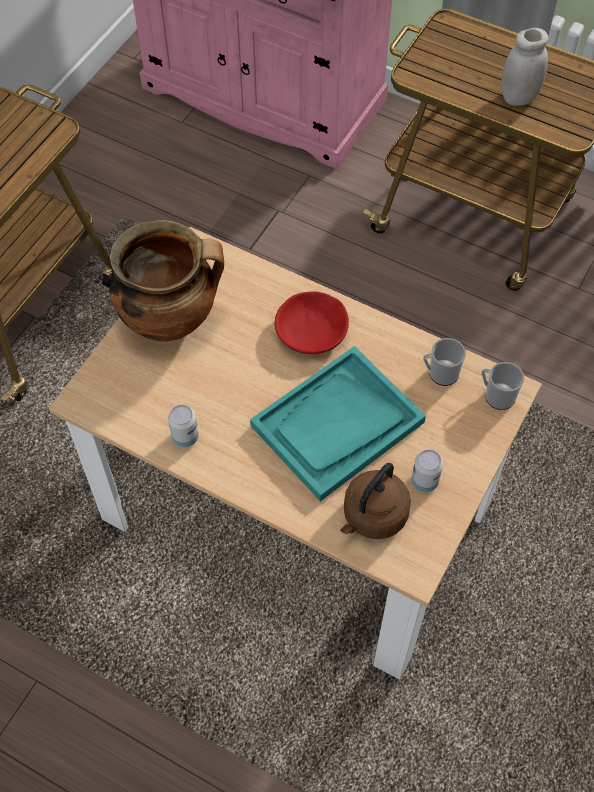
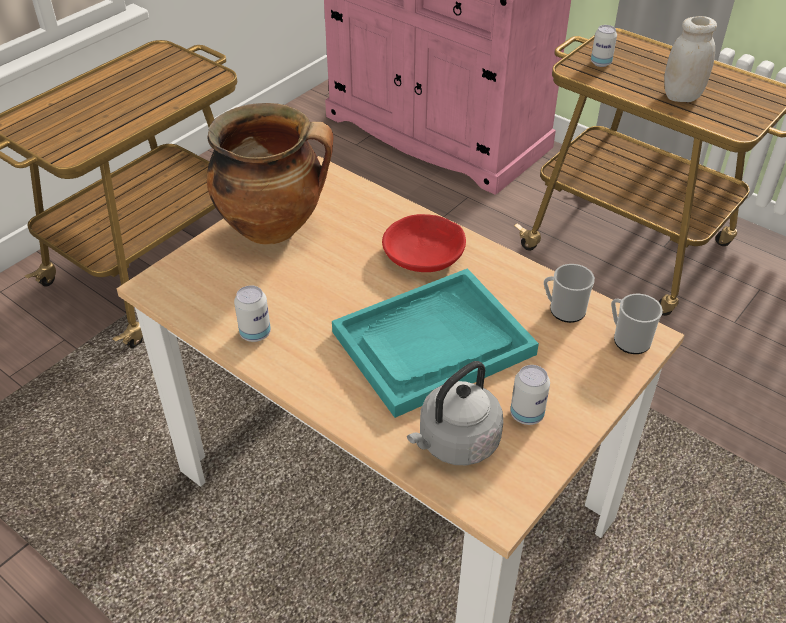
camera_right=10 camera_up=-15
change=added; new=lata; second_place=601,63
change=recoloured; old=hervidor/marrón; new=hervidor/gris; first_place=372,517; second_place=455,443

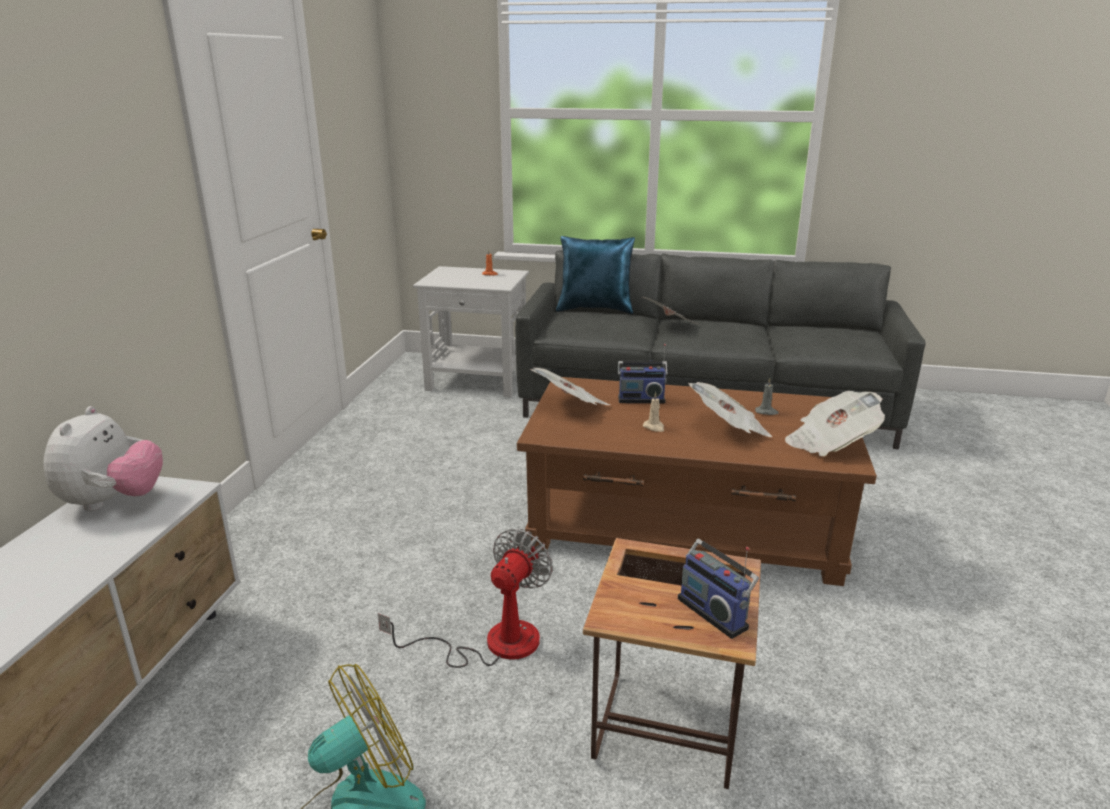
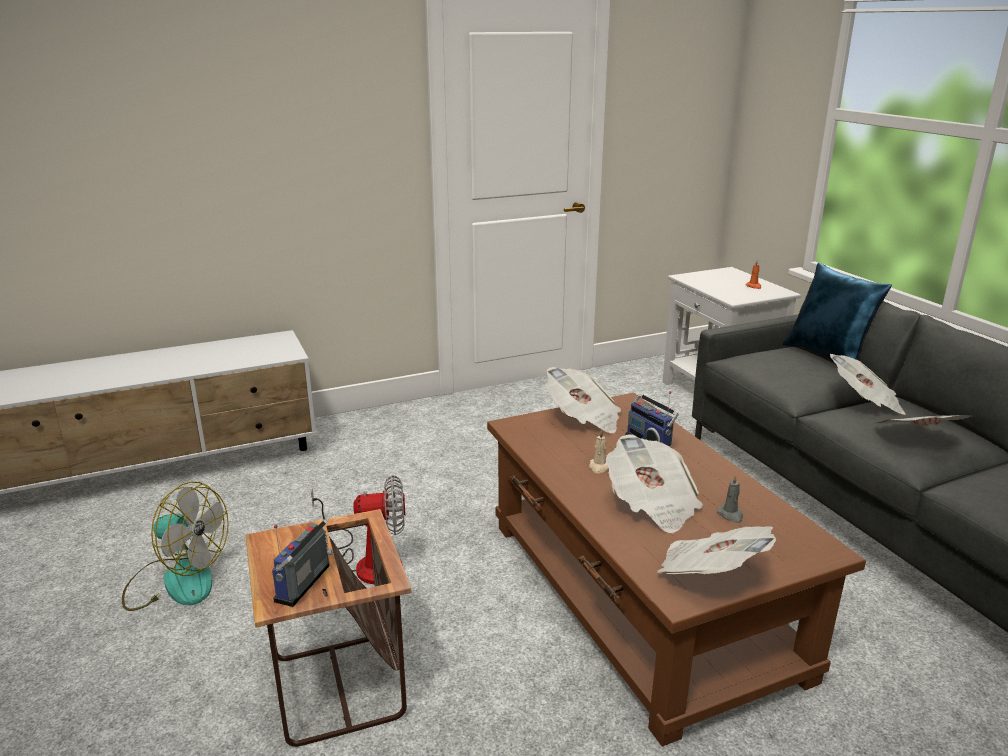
camera_right=55 camera_up=0
change=removed; old=peluche; first_place=113,502
change=added; new=periódico; second_place=916,439

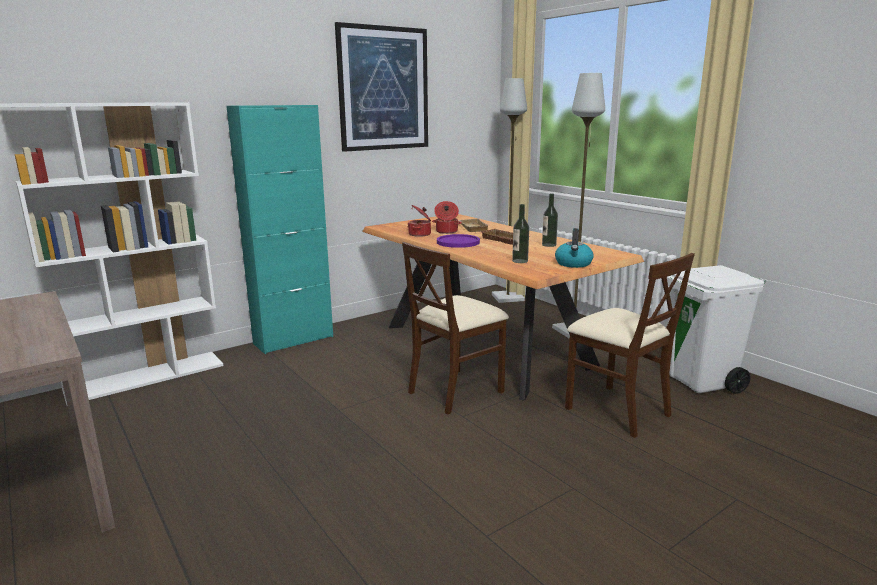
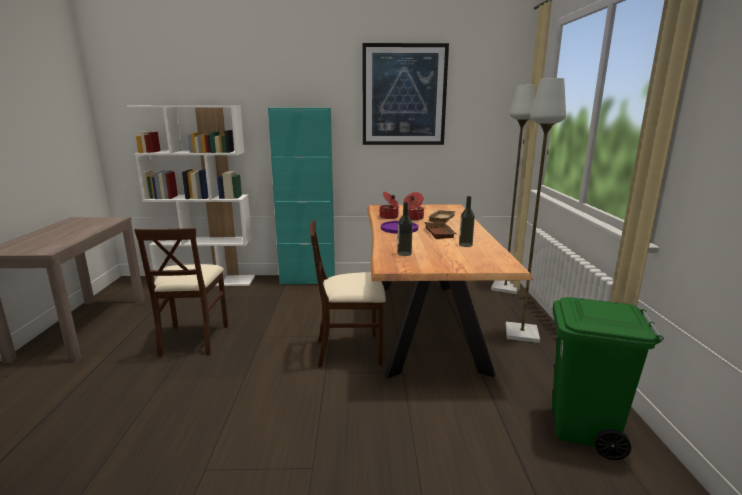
camera_right=35 camera_up=0
change=removed; old=hervidor; first_place=573,264
change=moved; old=silla/beis; first_place=617,410; second_place=193,340
change=recoloured; old=papelera/blanco; new=papelera/verde; first_place=701,382; second_place=584,429

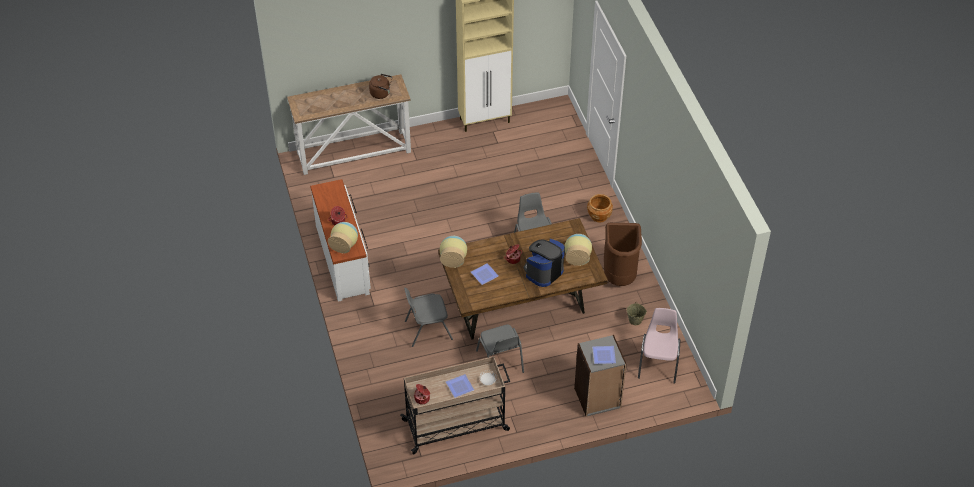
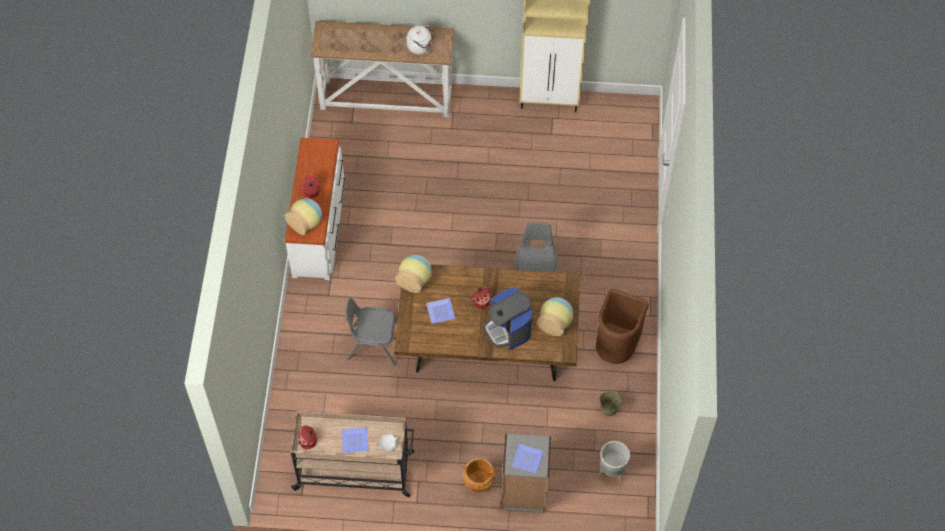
camera_right=20 camera_up=10
change=removed; old=silla/gris; first_place=500,362
change=moved; old=maceta/marrón; first_place=599,216; second_place=479,482
change=replaced; old=silla/rosa; new=maceta/gris; first_place=658,363; second_place=612,472
change=recoloured; old=hervidor/marrón; new=hervidor/blanco; first_place=381,93; second_place=421,47
change=turned; old=cafetera; first_place=543,272; second_place=508,329; degrees=-90

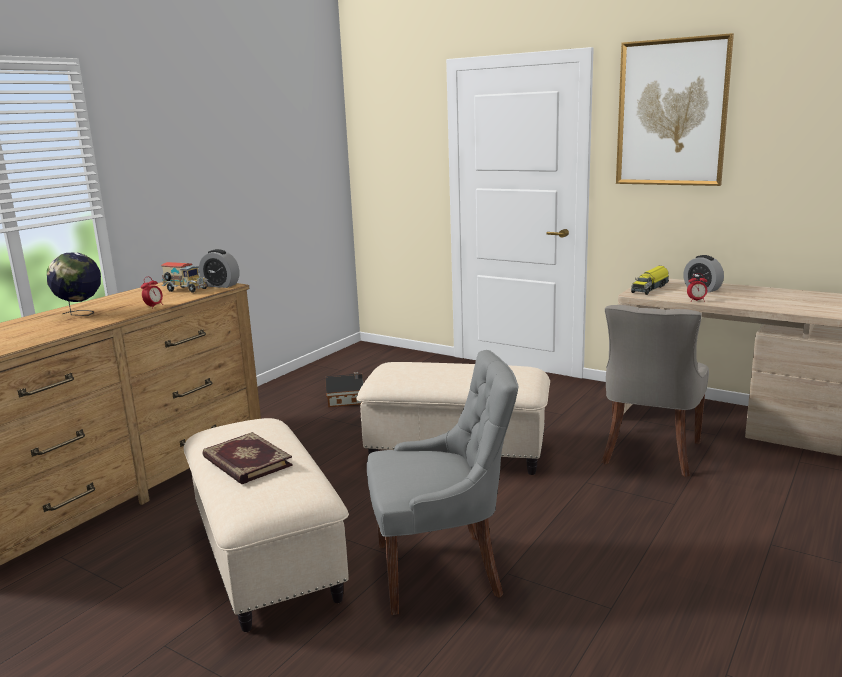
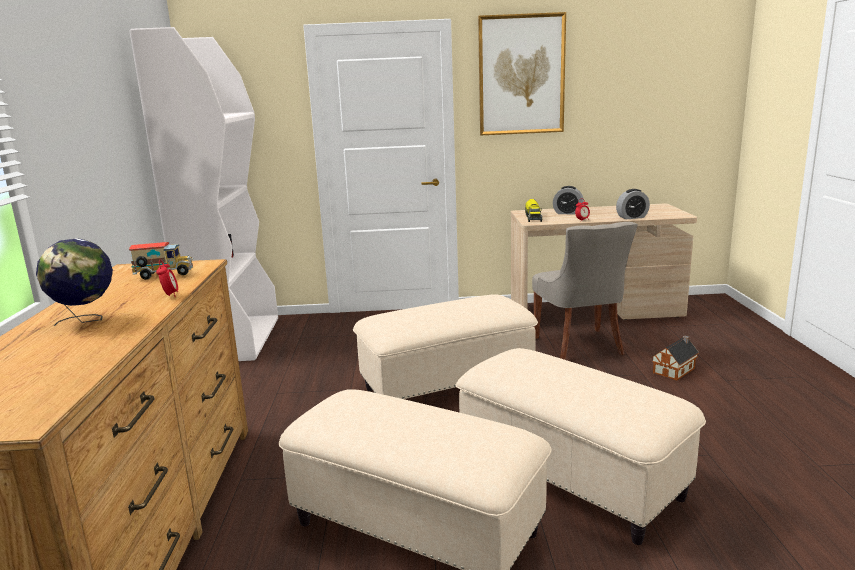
camera_right=-35 camera_up=0
change=removed; old=libro; first_place=246,462
change=added; new=estantería/blanco; second_place=235,339
change=moved; old=despertador; first_place=221,285; second_place=632,217
change=moved; old=casita; first_place=347,401; second_place=675,370
change=replaced; old=silla/gris; new=puf/beis; first_place=441,570; second_place=571,477

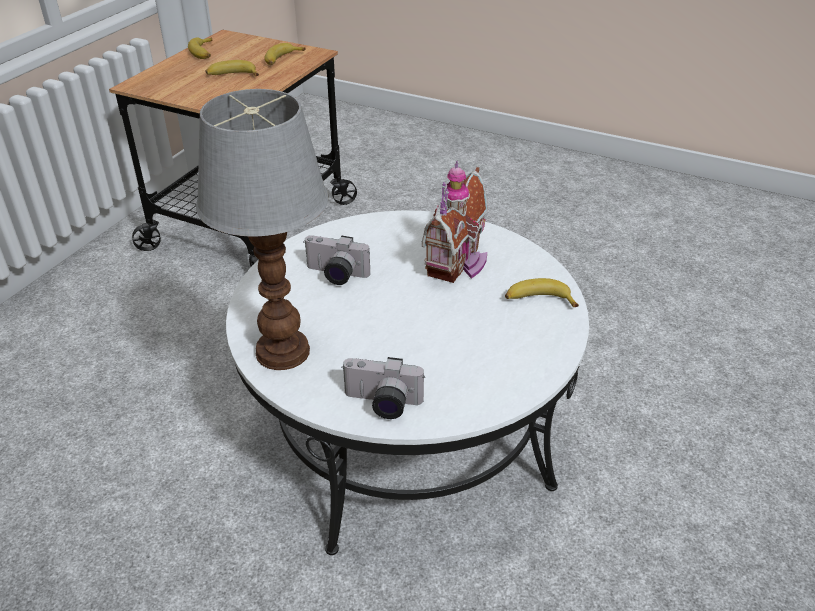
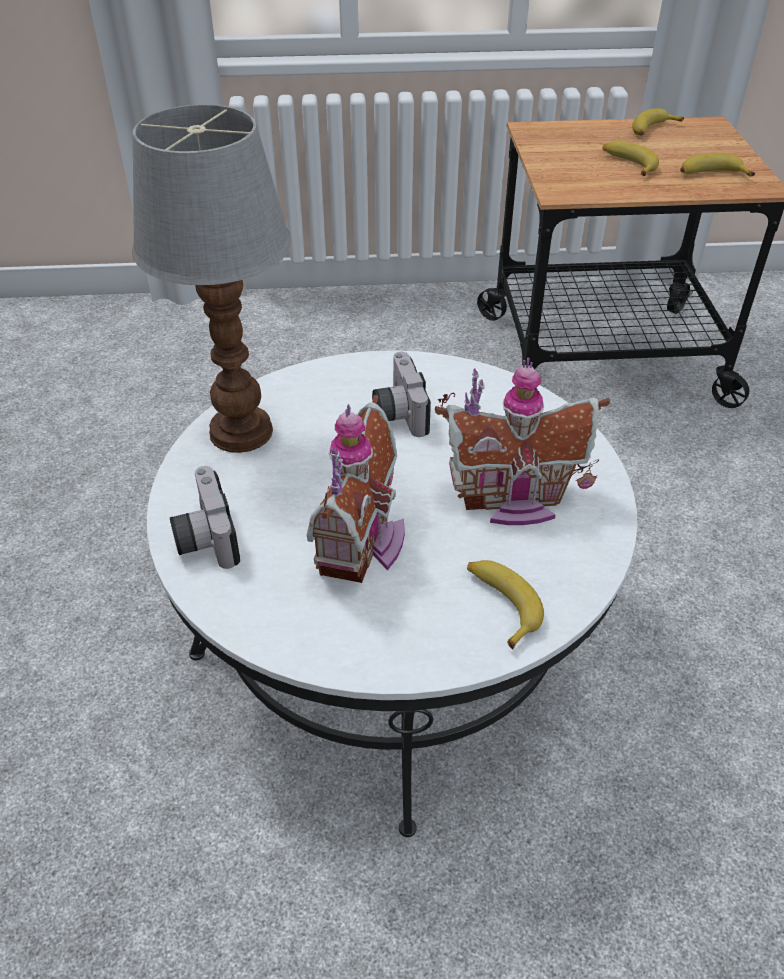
camera_right=60 camera_up=5
change=added; new=casita; second_place=365,543

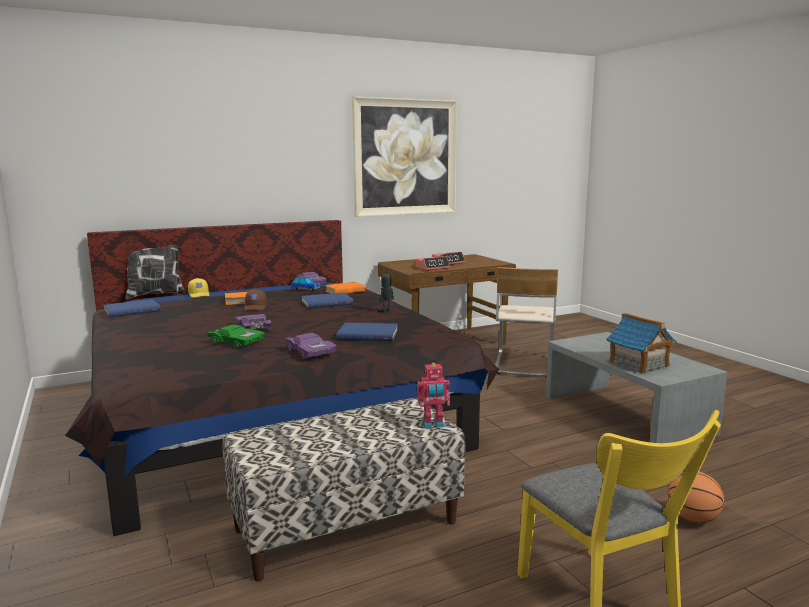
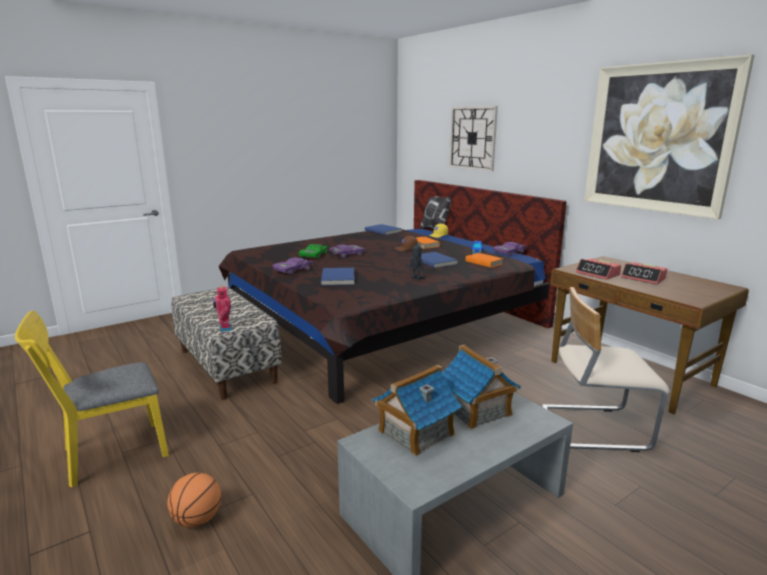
camera_right=80 camera_up=5
change=added; new=casita; second_place=476,410
change=added; new=reloj de pared; second_place=473,138

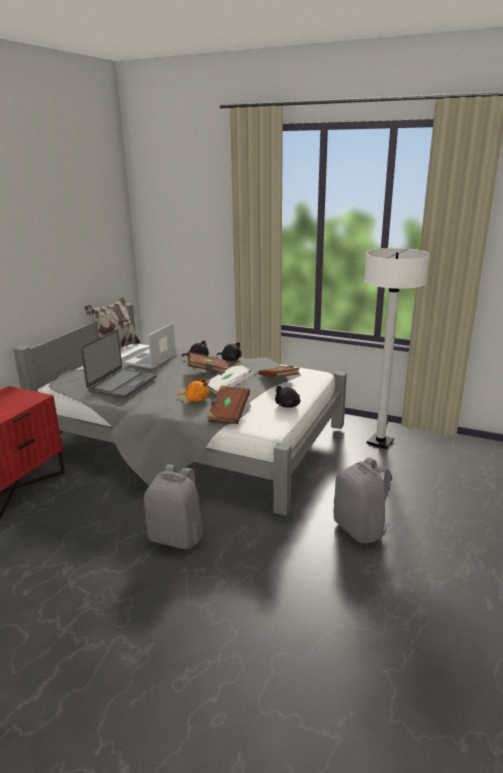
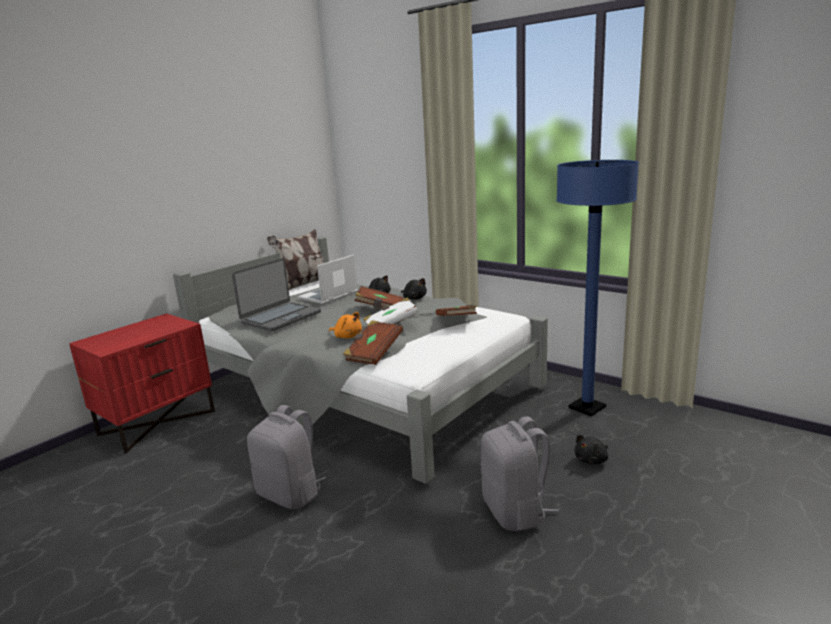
camera_right=15 camera_up=-5
change=moved; old=peluche/negro; first_place=288,405; second_place=592,460
change=recoloured; old=lámpara de pie/blanco; new=lámpara de pie/azul; first_place=380,442; second_place=587,407

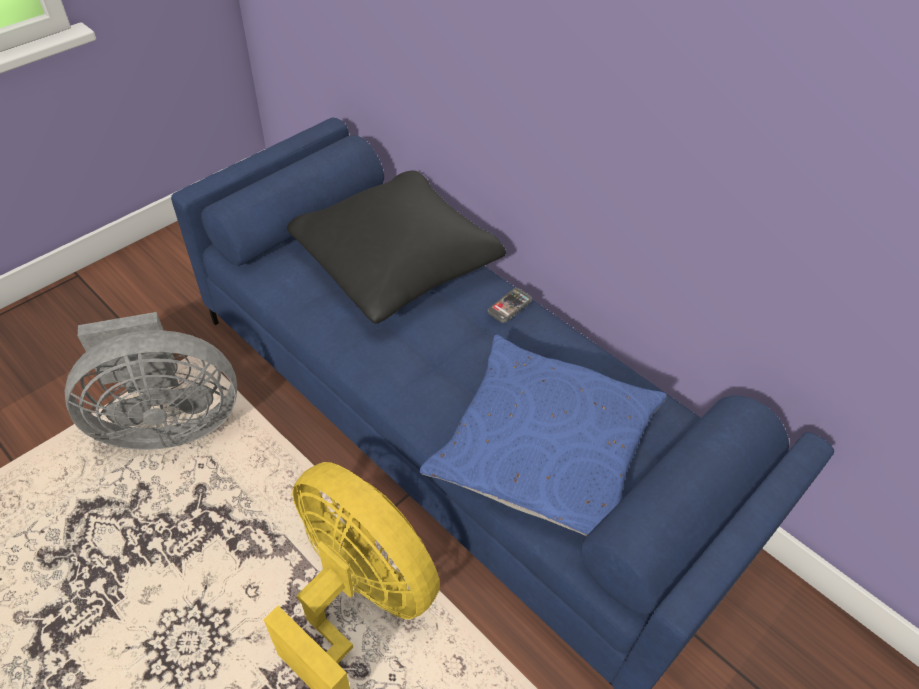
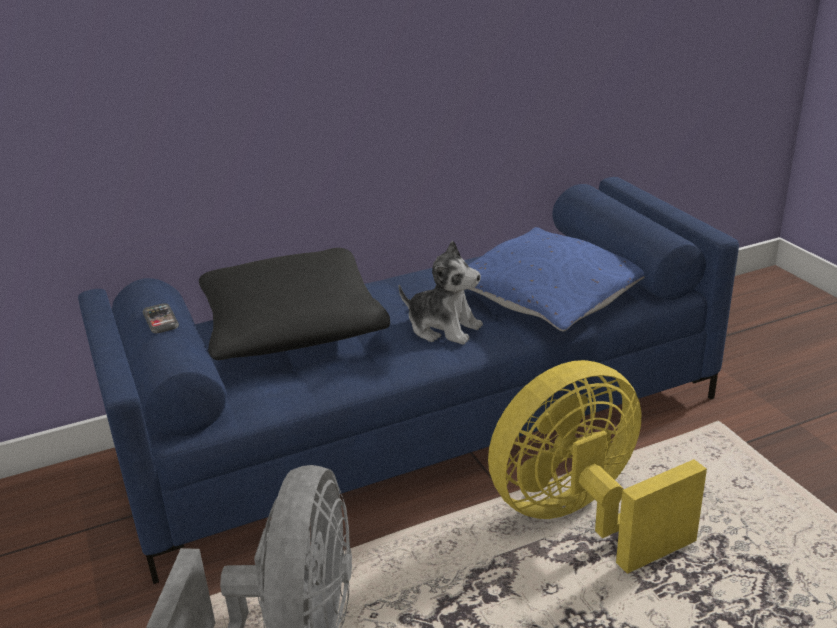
camera_right=-65 camera_up=-20
change=added; new=peluche; second_place=443,328
change=moved; old=móvil; first_place=509,306; second_place=160,320

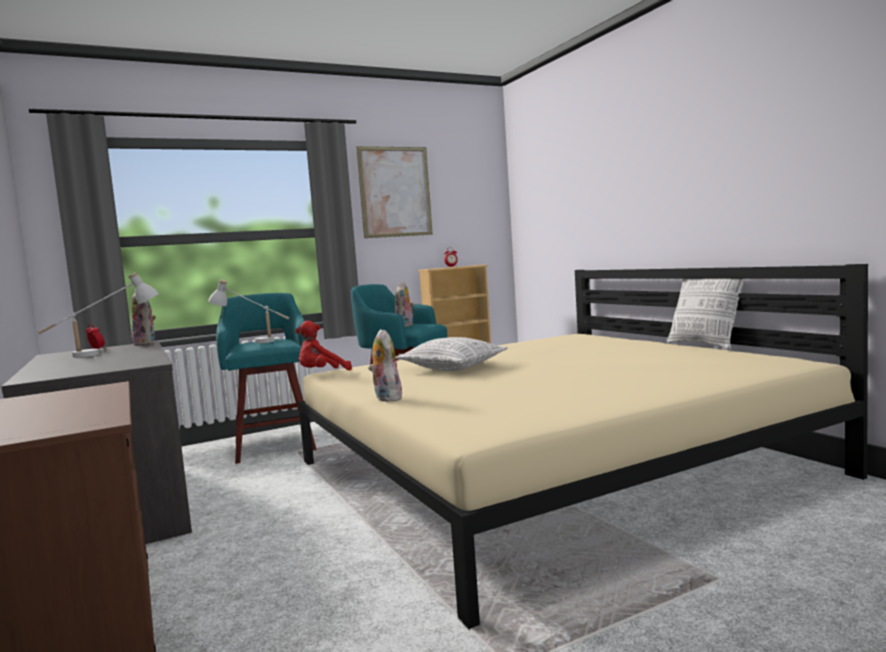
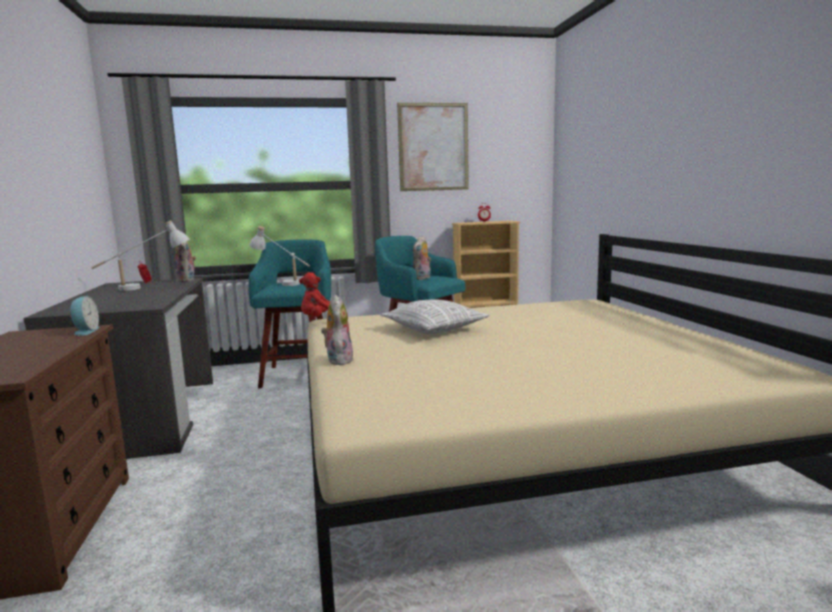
camera_right=15 camera_up=5
change=removed; old=cojín; first_place=705,345
change=added; new=despertador; second_place=85,331

